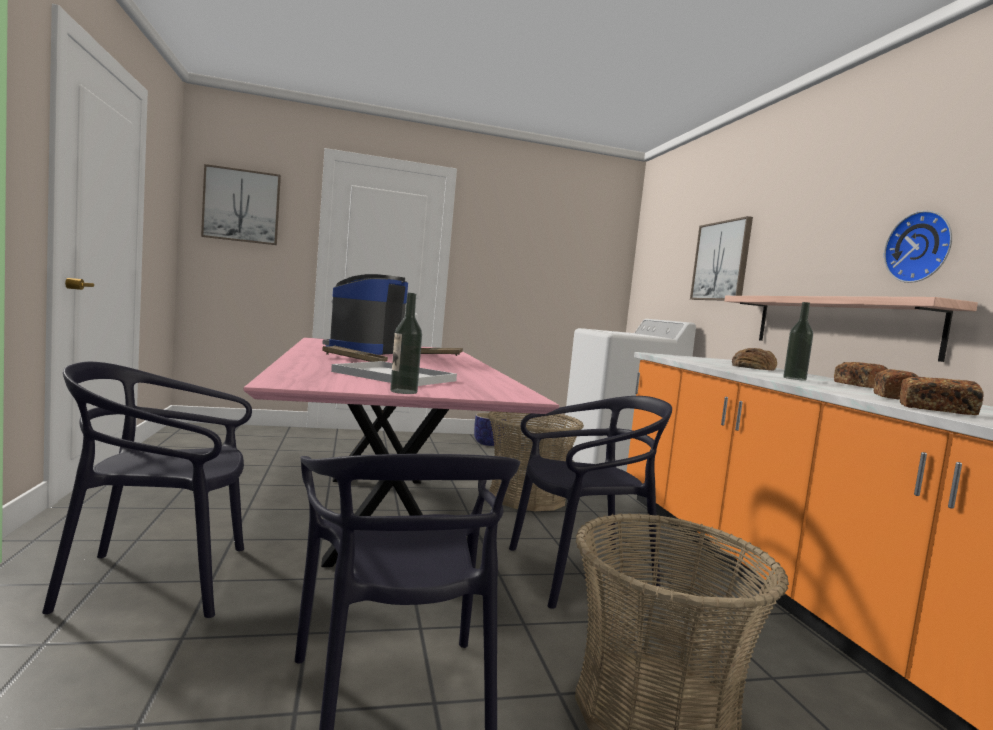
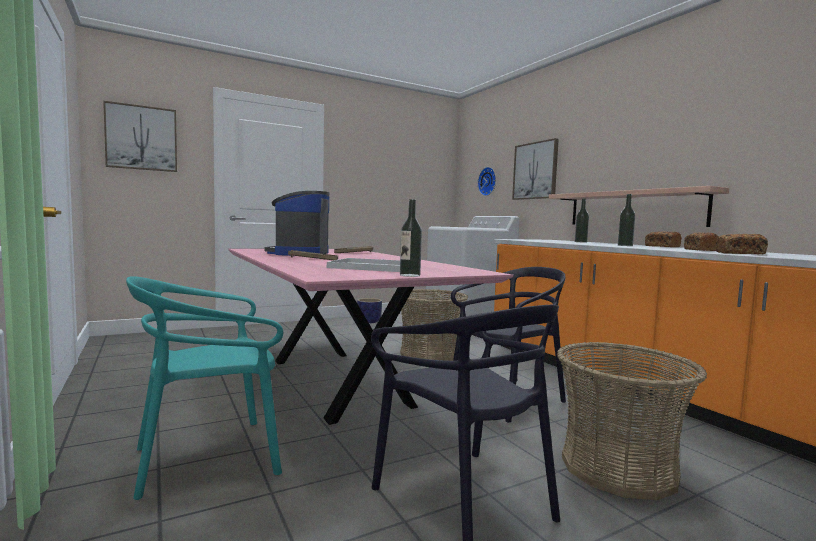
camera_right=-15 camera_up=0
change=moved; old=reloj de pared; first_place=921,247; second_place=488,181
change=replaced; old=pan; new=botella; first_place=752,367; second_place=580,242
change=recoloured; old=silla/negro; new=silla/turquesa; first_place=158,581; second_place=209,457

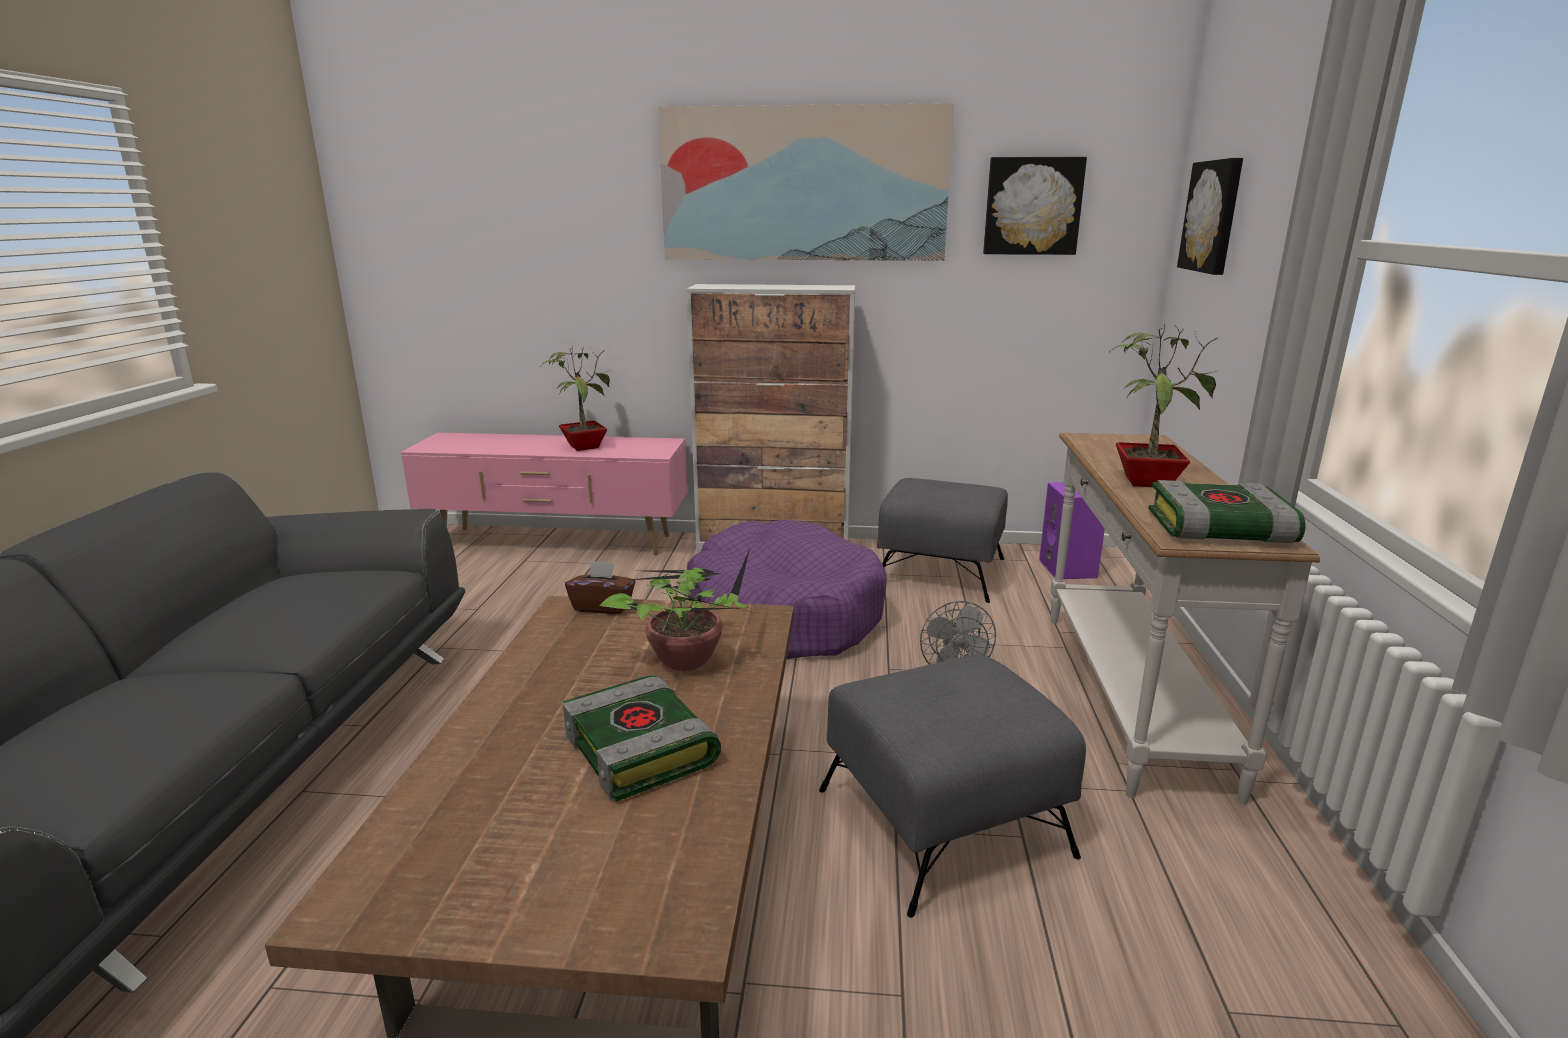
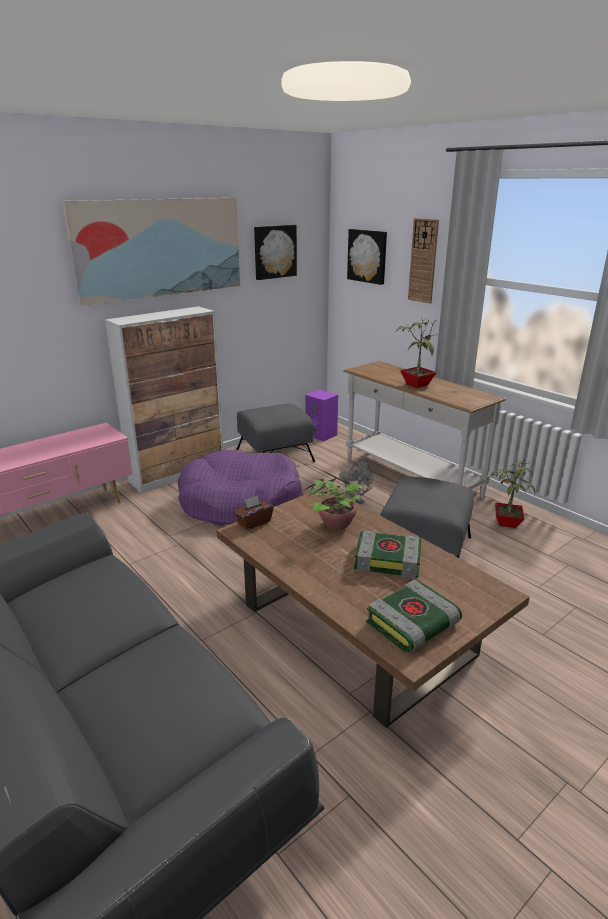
camera_right=-45 camera_up=5
change=added; new=reloj de pared; second_place=423,261
change=moved; old=planta en maceta; first_place=583,446; second_place=505,523
change=moved; old=libro; first_place=1217,529; second_place=412,625

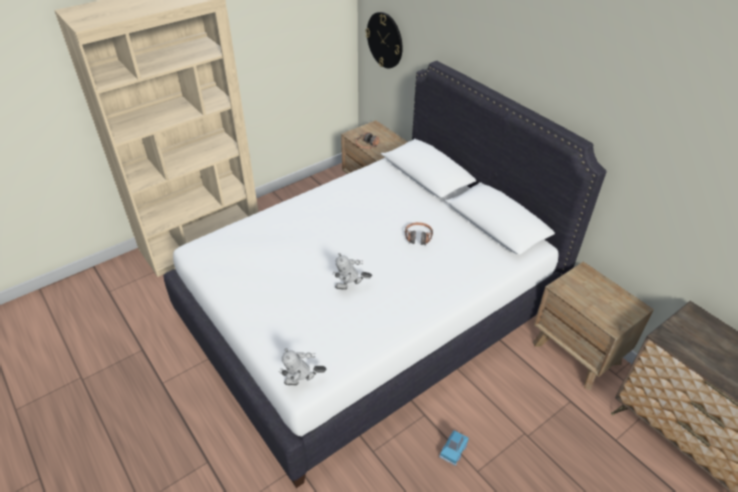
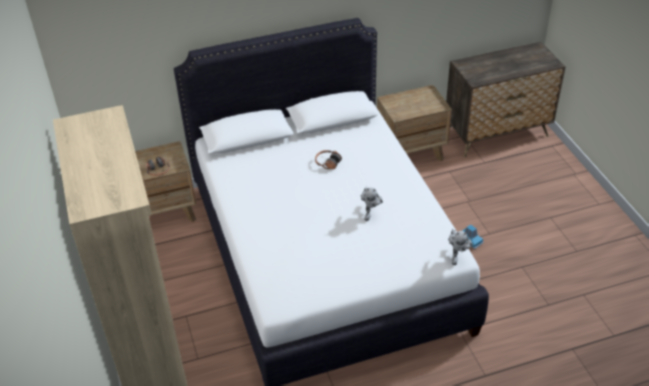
camera_right=-70 camera_up=0
change=removed; old=reloj de pared; first_place=385,40

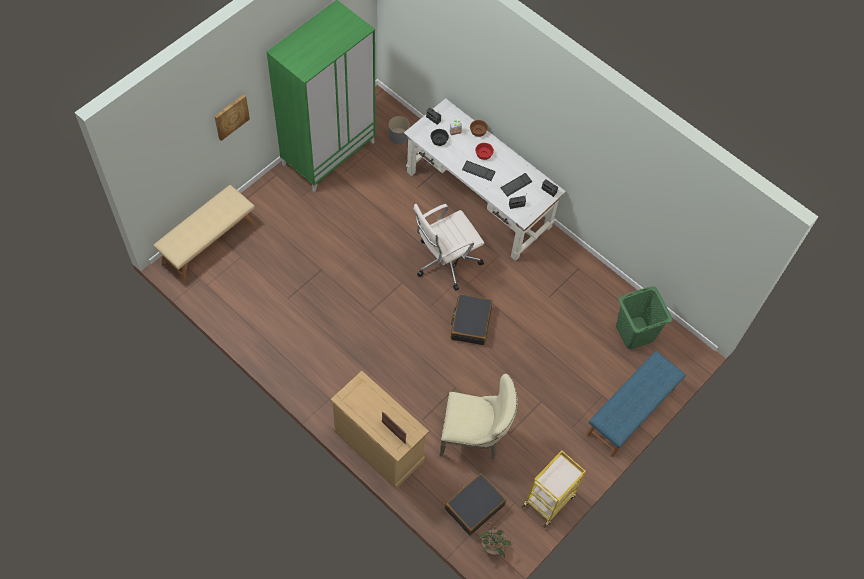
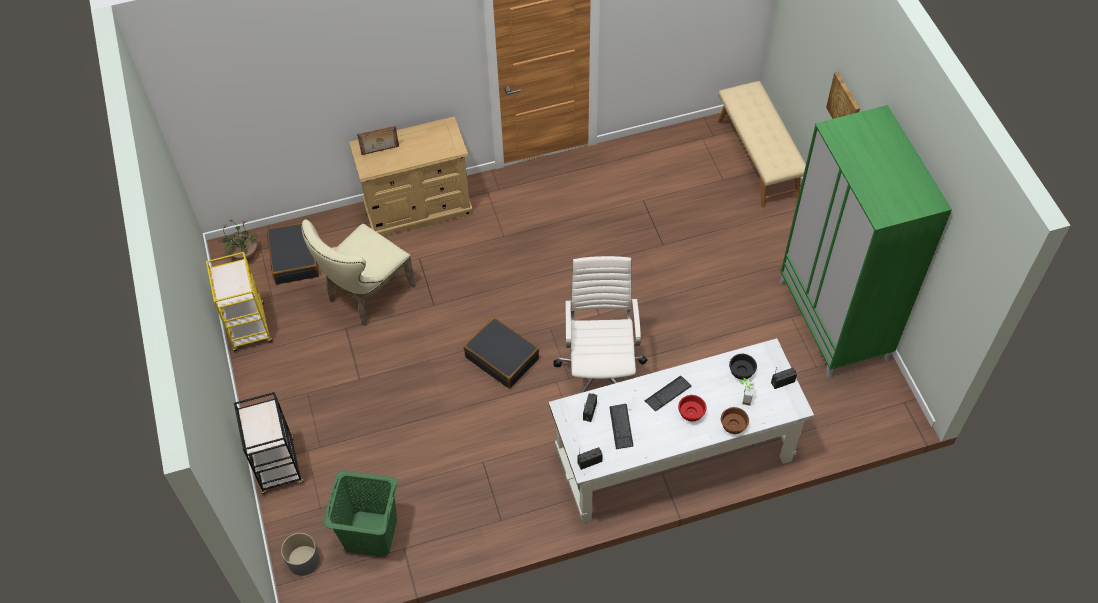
camera_right=125 camera_up=-5
change=moved; old=maceta/gris; first_place=398,136; second_place=303,560
change=replaced; old=banco/azul; new=carrito/negro; first_place=631,412; second_place=279,466

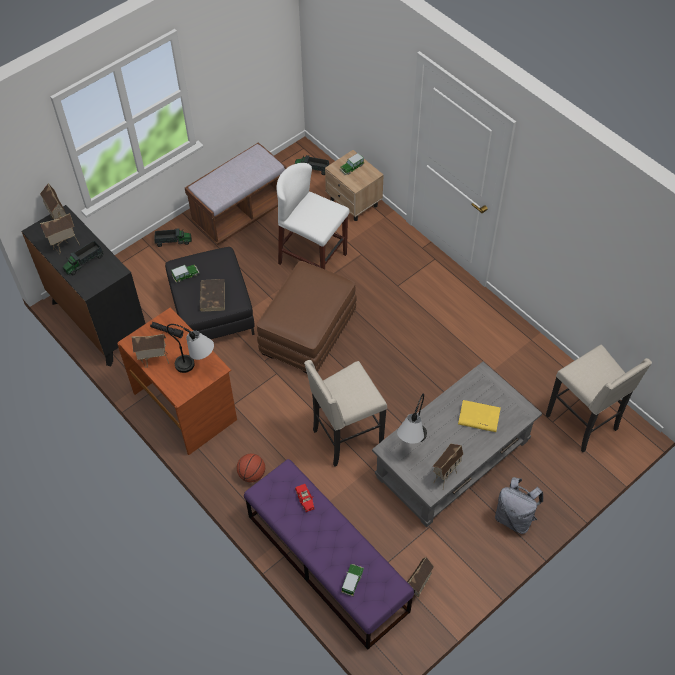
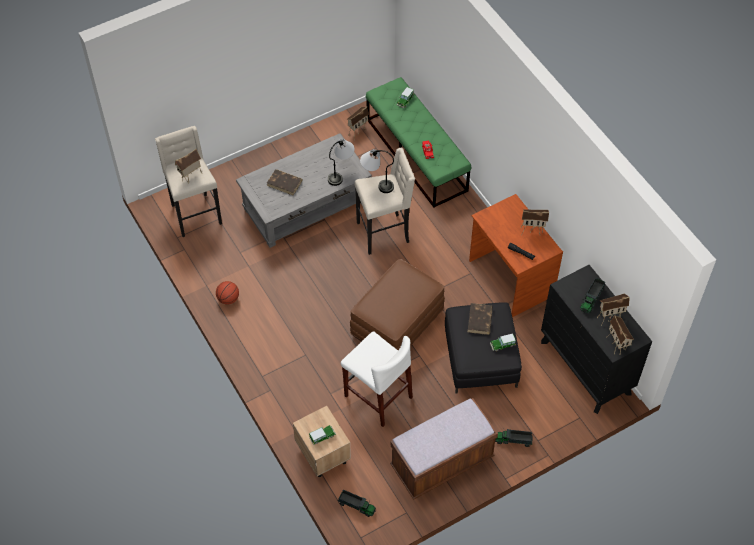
camera_right=-170 camera_up=0
change=removed; old=mochila/gris; first_place=514,517
change=moved; old=lámpara de mesa; first_place=197,368; second_place=376,183
change=moved; old=balón de baloncesto; first_place=252,474; second_place=228,299
change=moved; old=casita; first_place=444,475; second_place=191,177
change=recoloured; old=banco/morado; new=banco/verde; first_place=327,562; second_place=416,155
change=recoloured; old=libro/amarillo; new=libro/marrón; first_place=478,417; second_place=285,183
change=turned; old=camión de juguete; first_place=84,263; second_place=591,299; degrees=150

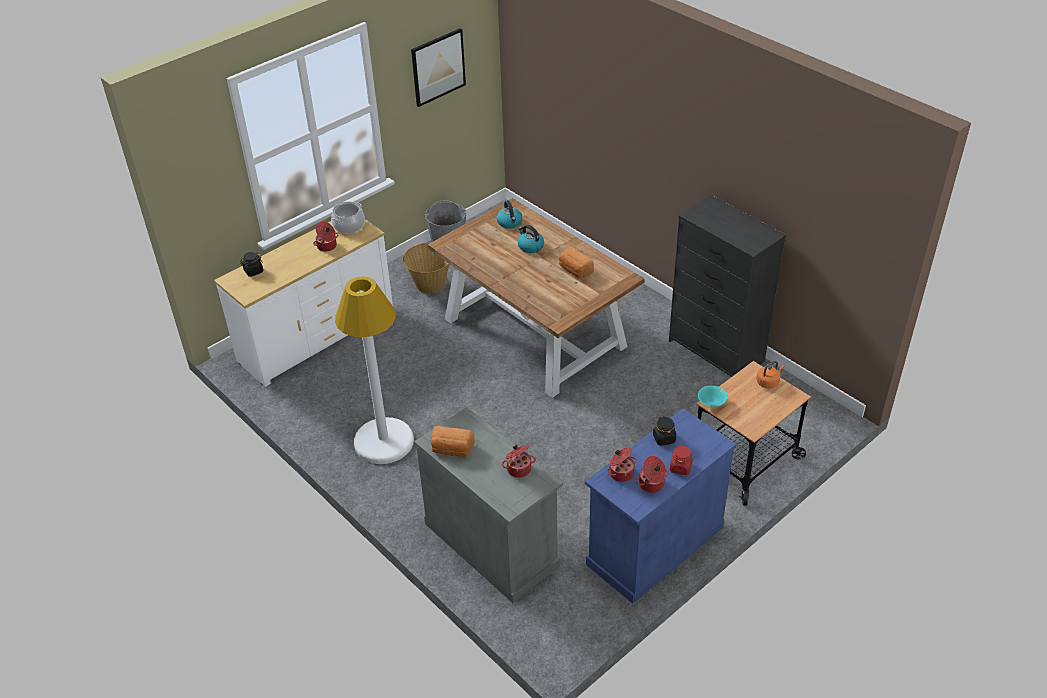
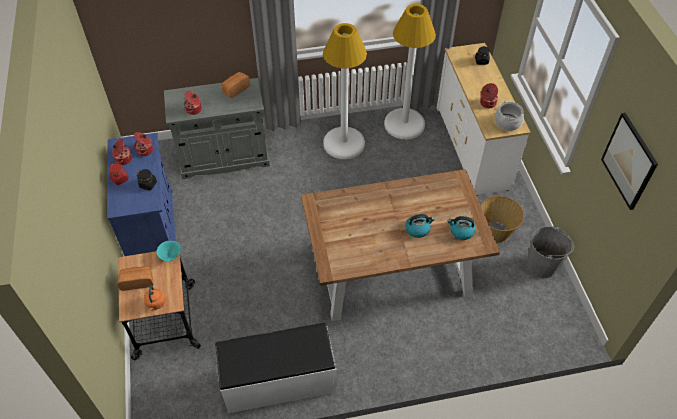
camera_right=120 camera_up=10
change=added; new=lámpara de pie/blanco; second_place=404,124
change=moved; old=pan; first_place=574,270; second_place=137,281
change=replaced; old=cómoda/negro; new=banco/blanco; first_place=716,351; second_place=279,381

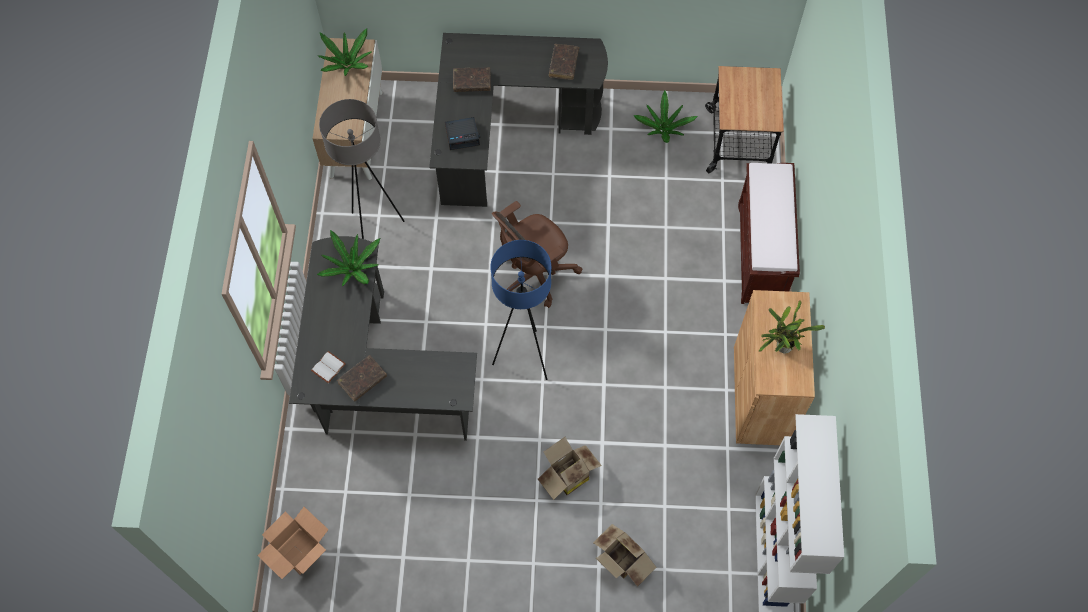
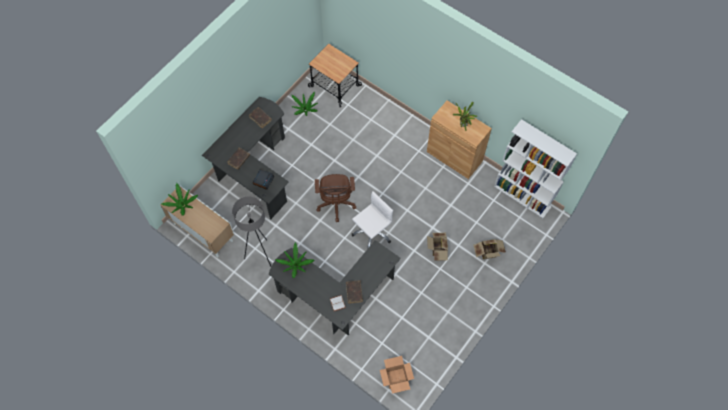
camera_right=-55 camera_up=0
change=removed; old=banco/marrón; first_place=761,254
change=replaced; old=lámpara de pie/azul; new=silla de oficina/blanco; first_place=524,358; second_place=372,233

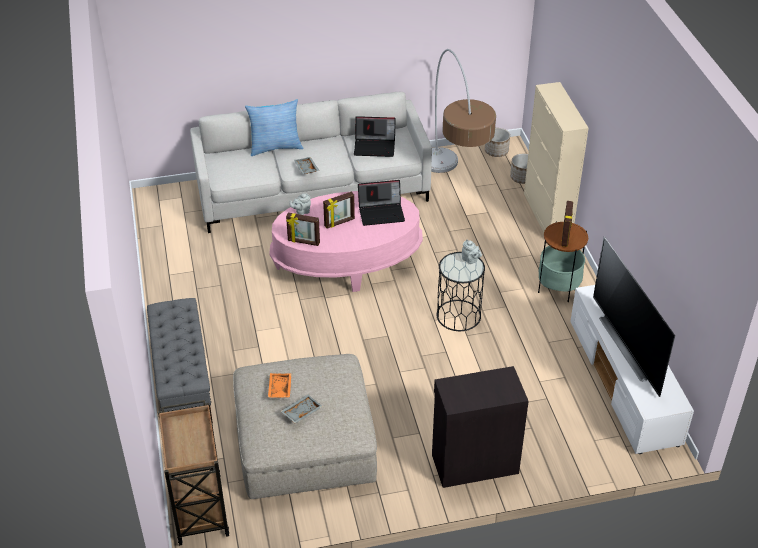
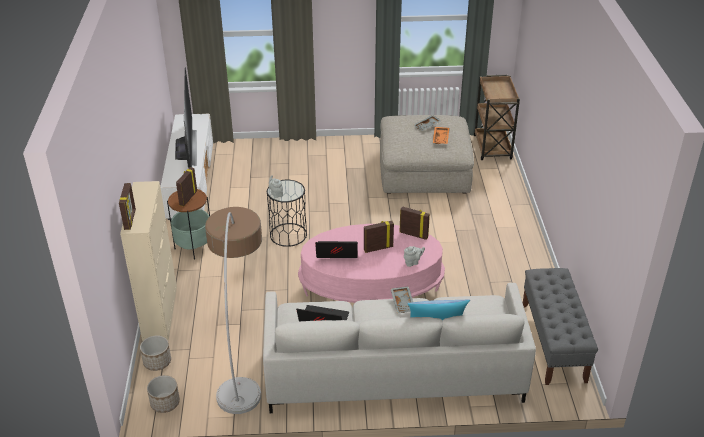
camera_right=-170 camera_up=-5
change=removed; old=armario/negro; first_place=474,463
change=added; new=portarretratos; second_place=130,220
change=moved; old=banco/gris; first_place=183,381; second_place=553,342

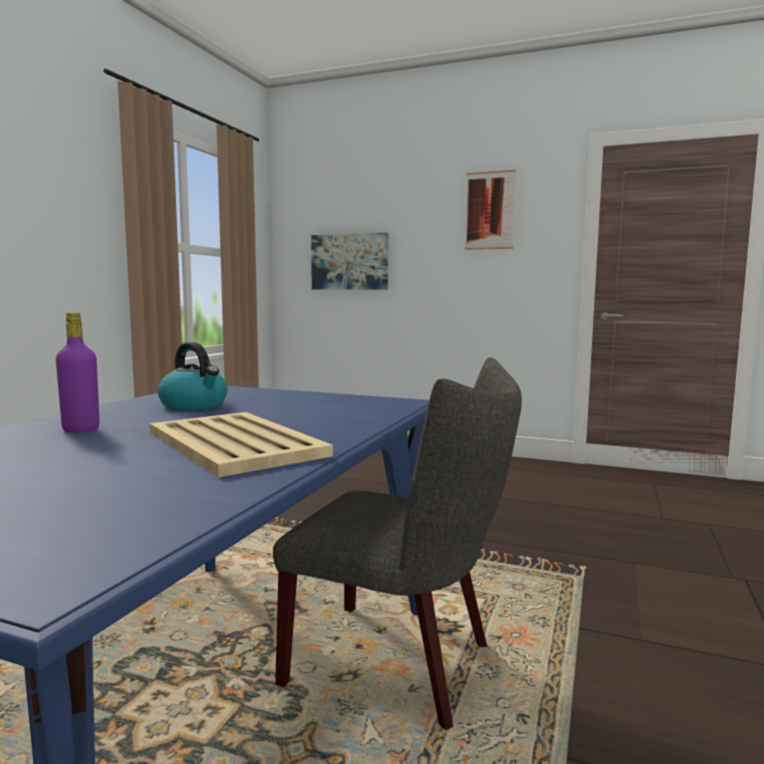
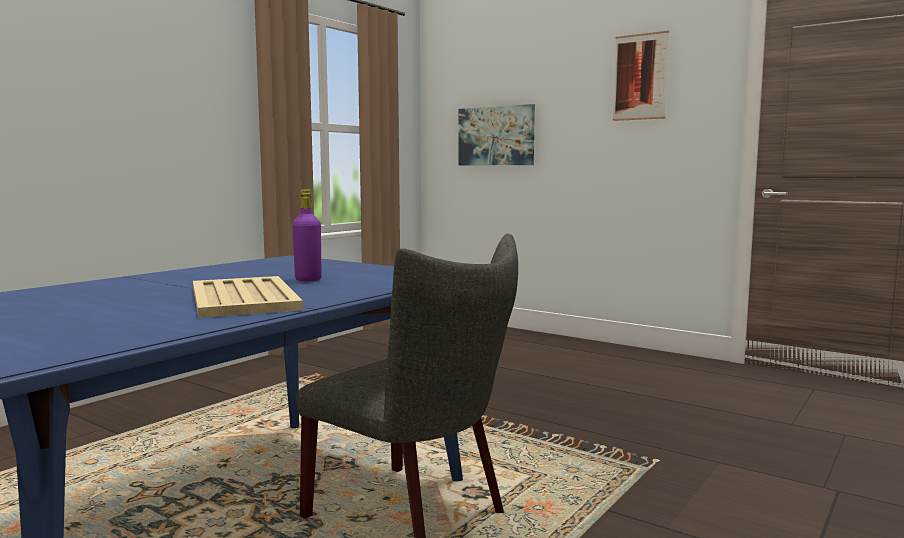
camera_right=15 camera_up=0
change=removed; old=hervidor; first_place=195,405
change=moved; old=botella/morado; first_place=81,429; second_place=308,280

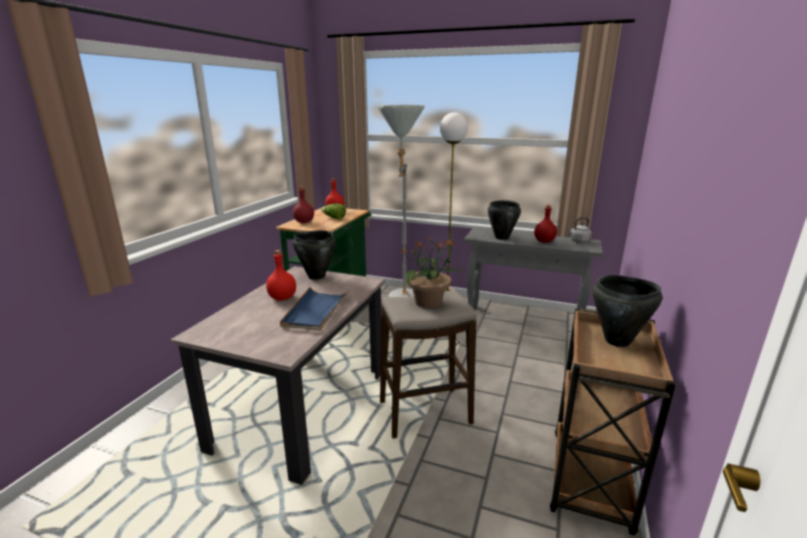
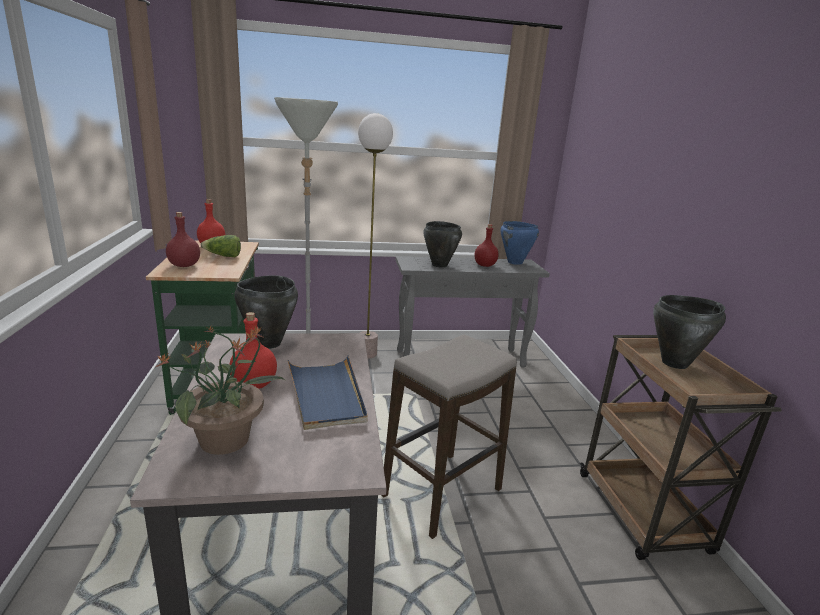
camera_right=-30 camera_up=0
change=moved; old=planta en maceta; first_place=429,302; second_place=226,439
change=replaced; old=hervidor/gris; new=olla/azul; first_place=578,241; second_place=515,262

